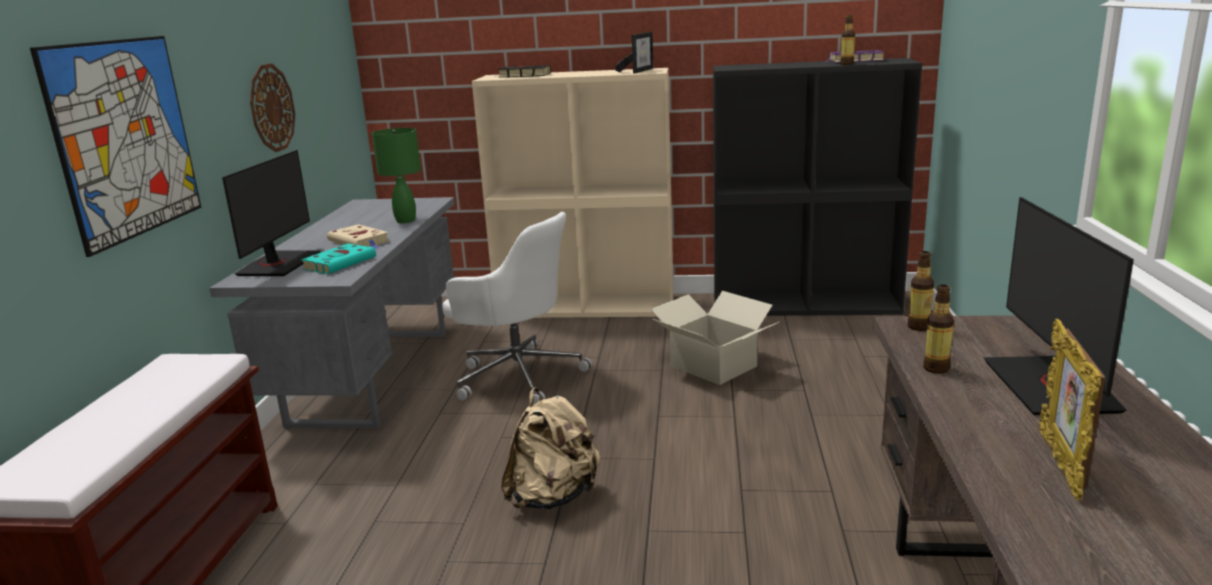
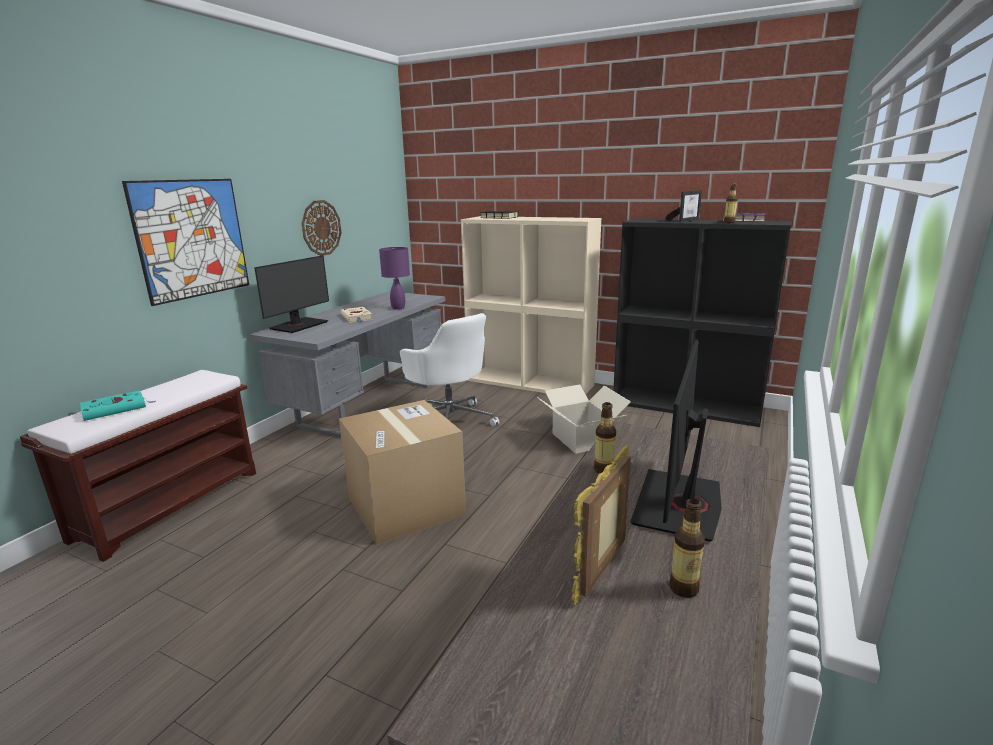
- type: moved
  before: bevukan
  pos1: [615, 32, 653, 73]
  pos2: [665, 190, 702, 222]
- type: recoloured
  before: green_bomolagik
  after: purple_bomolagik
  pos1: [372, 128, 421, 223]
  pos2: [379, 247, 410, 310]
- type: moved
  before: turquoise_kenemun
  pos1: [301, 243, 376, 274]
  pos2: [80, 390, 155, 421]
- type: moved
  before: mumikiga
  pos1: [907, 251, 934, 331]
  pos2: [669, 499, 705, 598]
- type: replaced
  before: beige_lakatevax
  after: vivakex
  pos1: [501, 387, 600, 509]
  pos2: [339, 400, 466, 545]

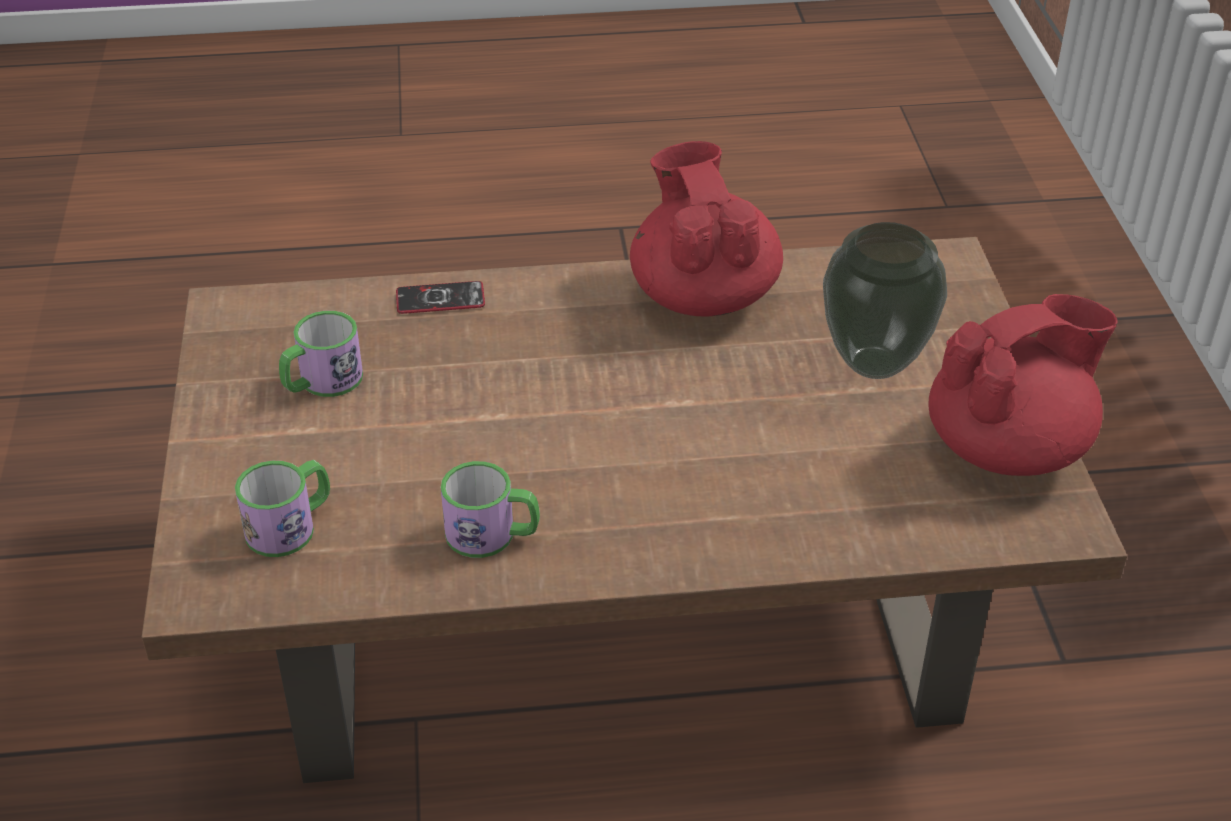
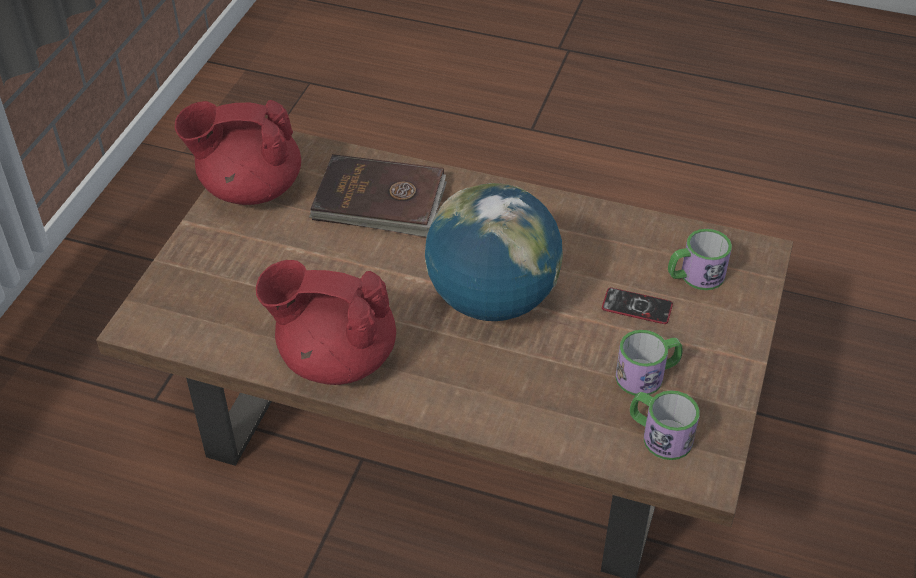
- type: turned
  before: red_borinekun
  pos1: [630, 141, 783, 316]
  pos2: [256, 260, 396, 385]
  turn: 90
- type: removed
  before: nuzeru
  pos1: [823, 222, 947, 379]
- type: moved
  before: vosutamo
  pos1: [396, 281, 485, 314]
  pos2: [602, 288, 673, 324]
- type: moved
  before: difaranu
  pos1: [441, 461, 540, 558]
  pos2: [630, 390, 700, 460]
- type: added
  after: brown_kenemun
  pos2: [309, 154, 447, 237]
- type: added
  after: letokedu
  pos2: [425, 183, 563, 321]

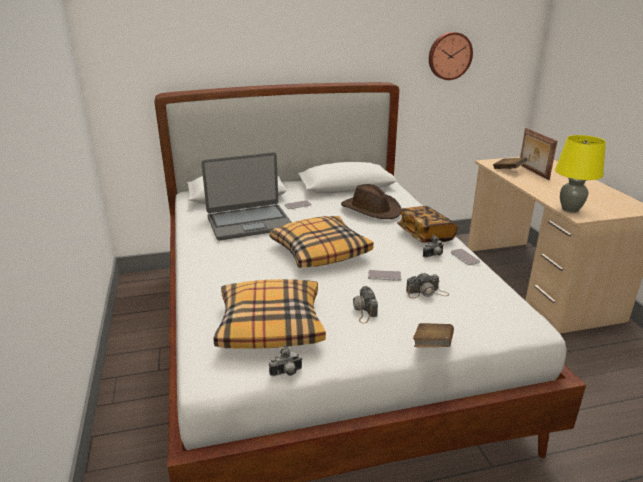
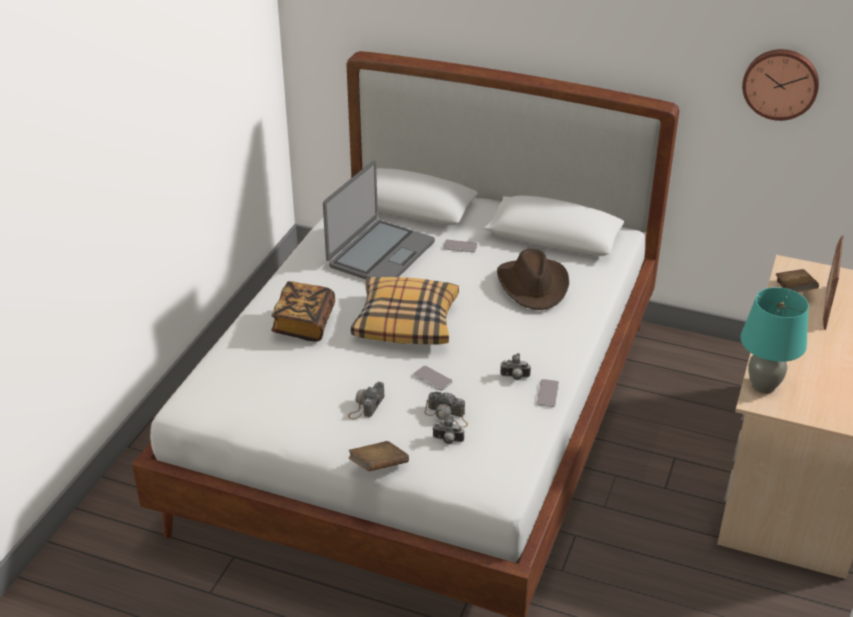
- type: recoloured
  before: yellow_bomolagik
  after: turquoise_bomolagik
  pos1: [555, 135, 606, 213]
  pos2: [741, 287, 809, 394]
- type: turned
  before: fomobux
  pos1: [201, 152, 292, 240]
  pos2: [323, 160, 435, 280]
  turn: -75
- type: moved
  before: kenemun
  pos1: [397, 206, 457, 243]
  pos2: [271, 281, 335, 342]
- type: removed
  before: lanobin
  pos1: [213, 279, 326, 349]
- type: moved
  before: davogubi
  pos1: [269, 345, 302, 376]
  pos2: [432, 416, 464, 444]

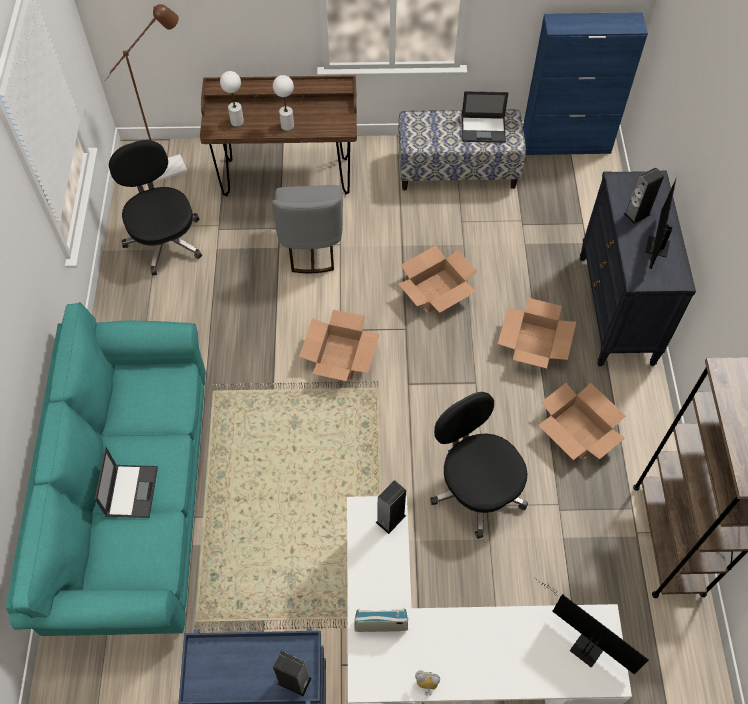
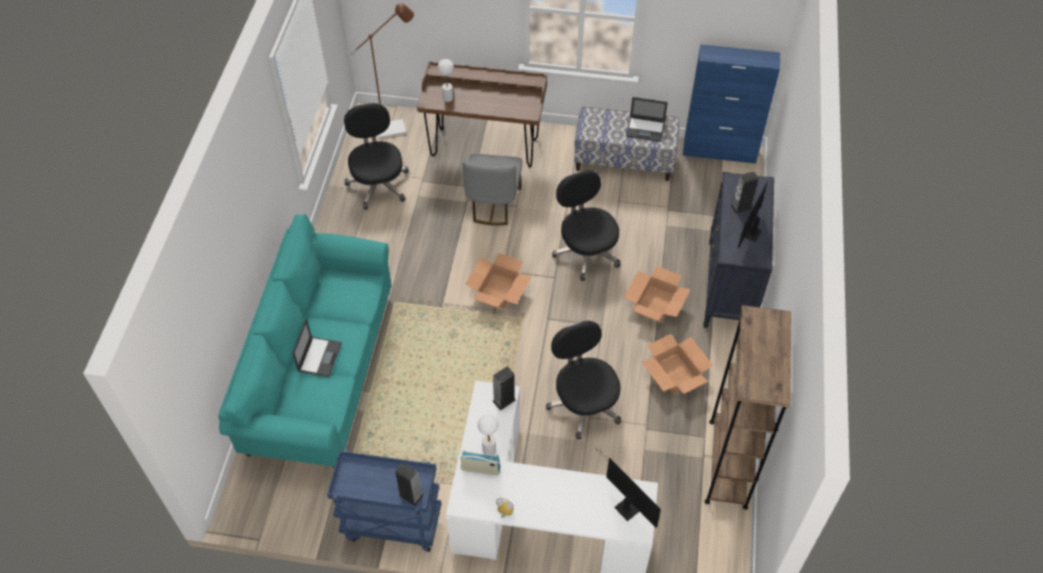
- type: moved
  before: white_bomolagik
  pos1: [273, 75, 294, 131]
  pos2: [478, 414, 498, 455]
- type: replaced
  before: vivakex
  after: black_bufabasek
  pos1: [398, 245, 478, 313]
  pos2: [552, 170, 621, 281]

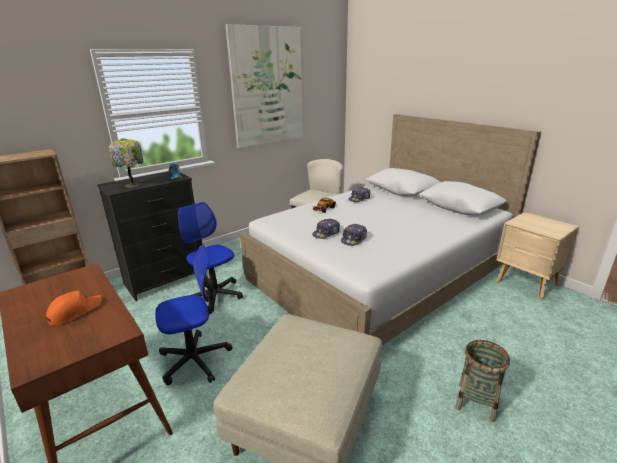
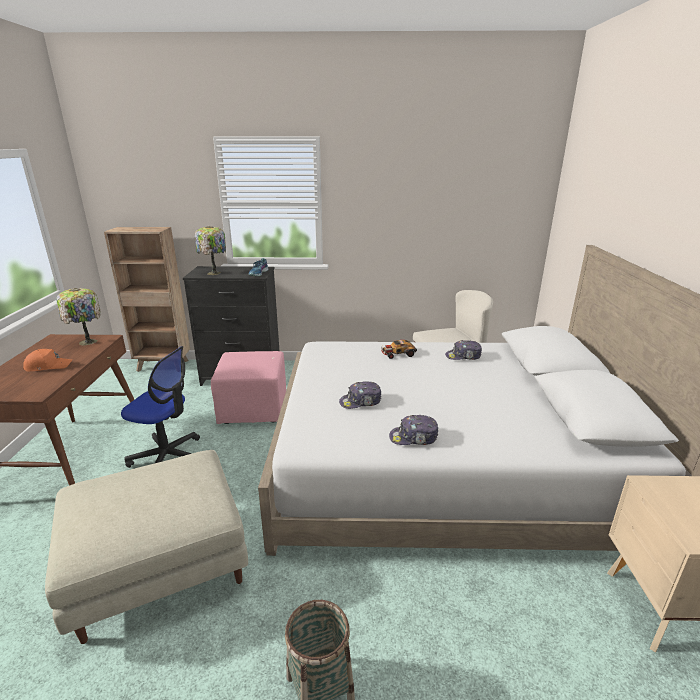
- type: removed
  before: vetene
  pos1: [225, 24, 303, 148]
- type: replaced
  before: bufabasek
  after: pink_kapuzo
  pos1: [178, 202, 243, 314]
  pos2: [211, 351, 286, 424]
- type: moved
  before: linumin
  pos1: [312, 218, 340, 239]
  pos2: [389, 415, 438, 445]
- type: added
  after: bomolagik
  pos2: [56, 288, 101, 346]

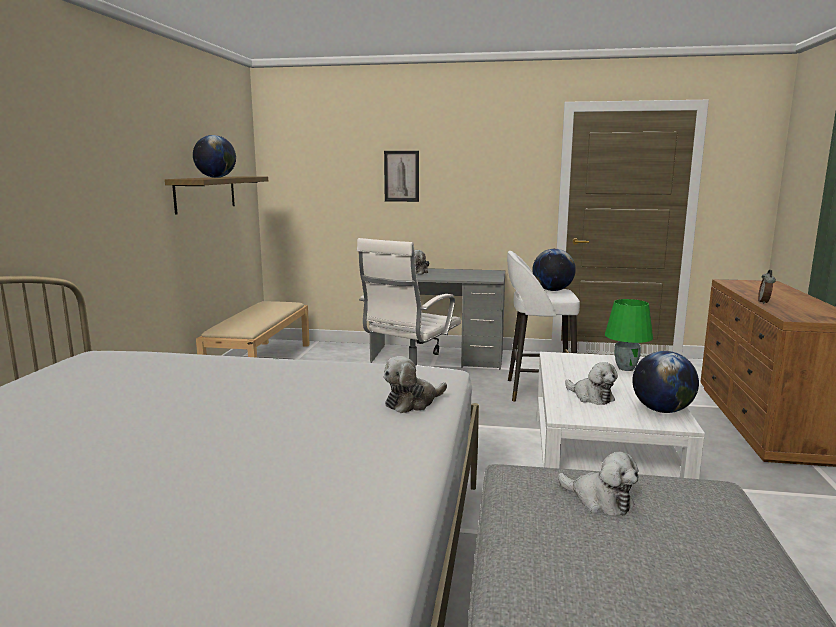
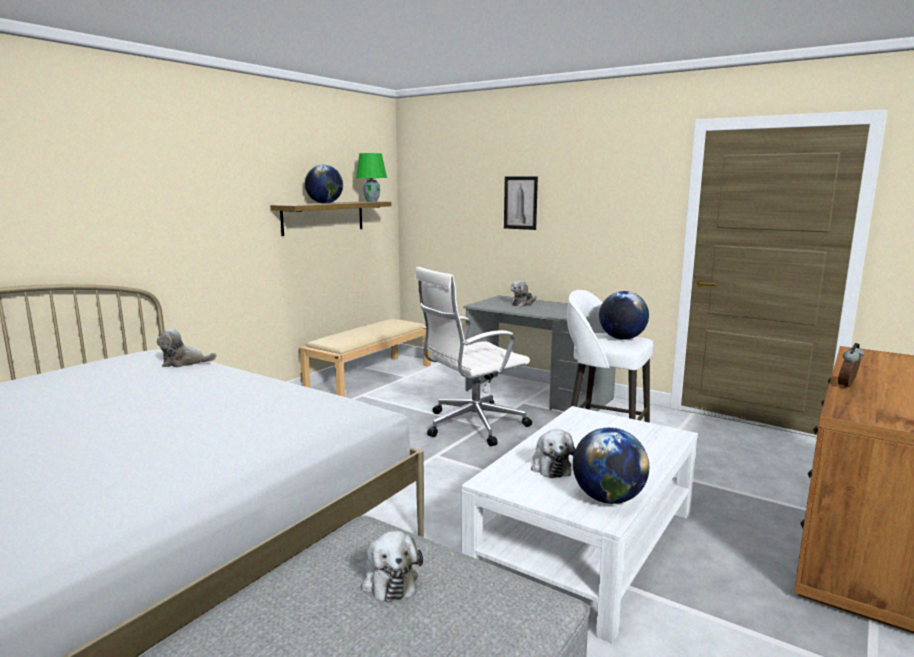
- type: moved
  before: green_bomolagik
  pos1: [605, 299, 653, 371]
  pos2: [355, 153, 387, 202]
- type: moved
  before: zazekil
  pos1: [384, 356, 447, 413]
  pos2: [157, 329, 216, 367]

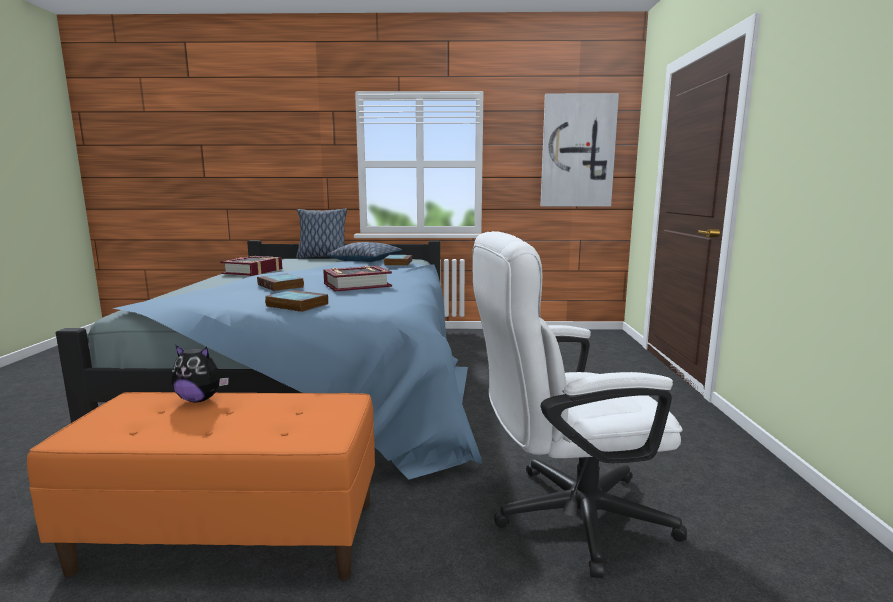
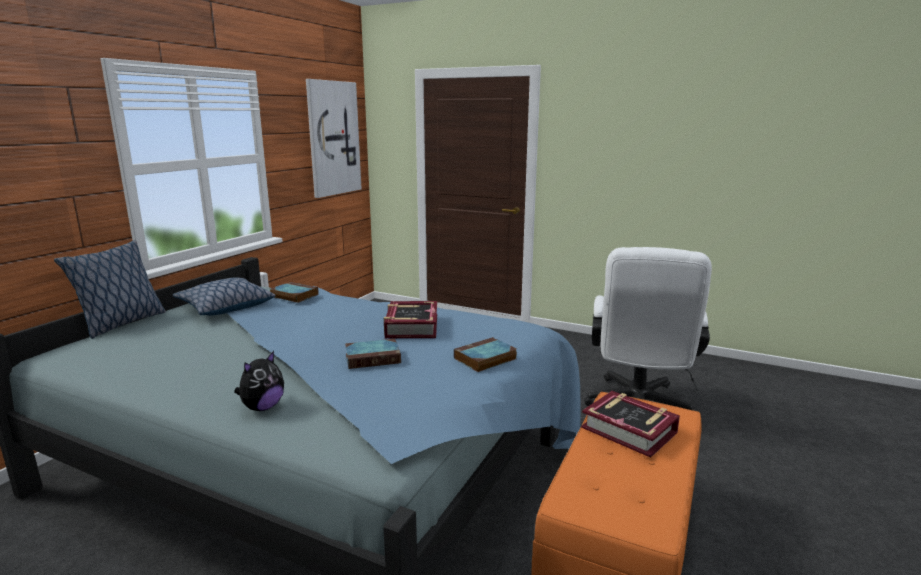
- type: moved
  before: kenemun
  pos1: [220, 256, 282, 276]
  pos2: [581, 391, 680, 458]
- type: moved
  before: zazekil
  pos1: [172, 345, 229, 402]
  pos2: [234, 351, 284, 411]

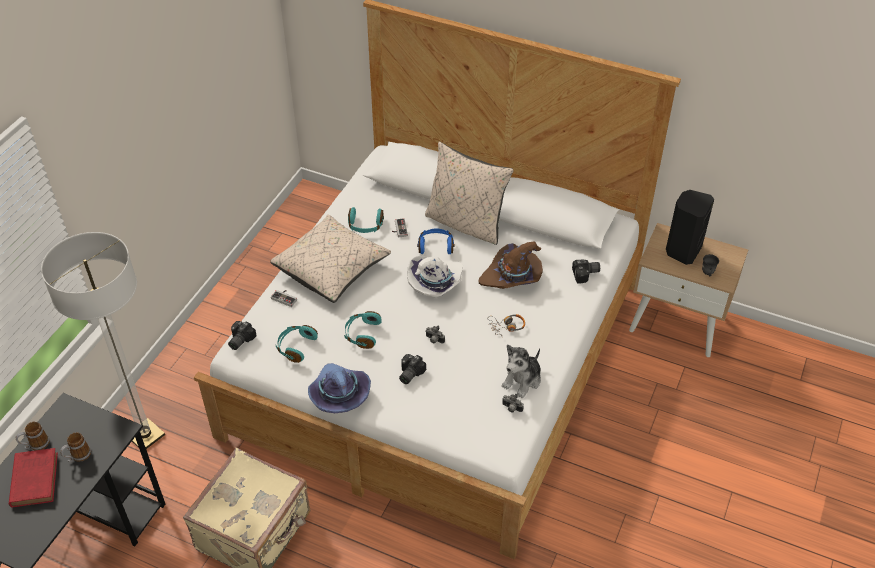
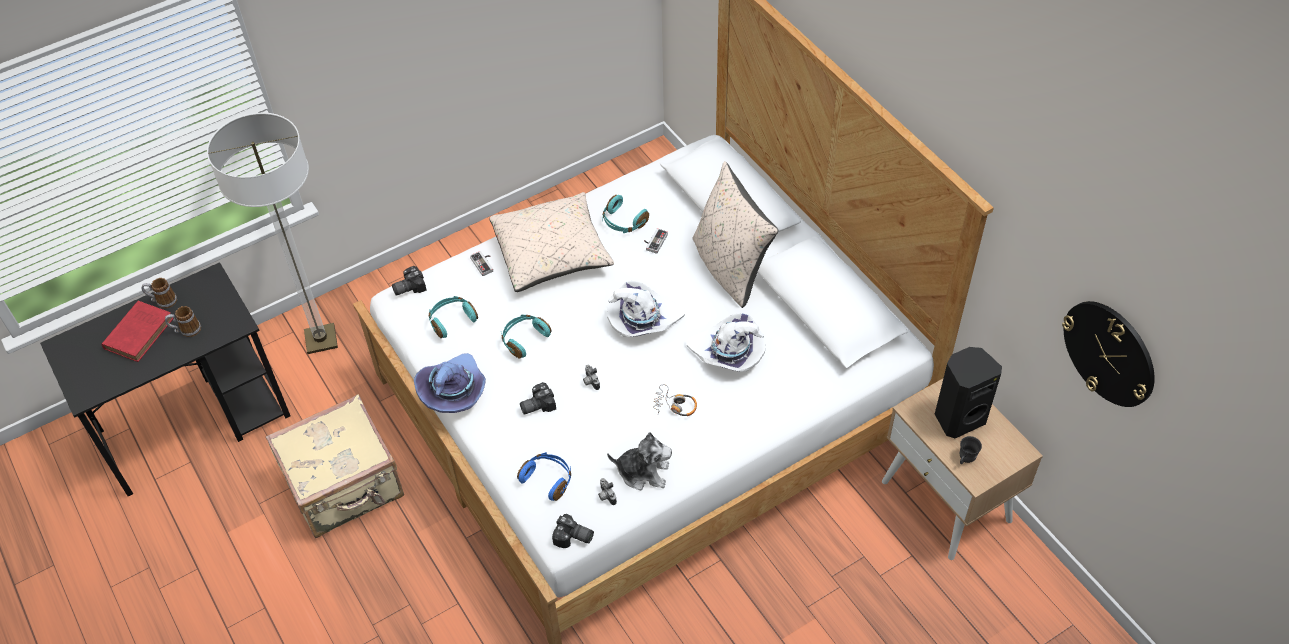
- type: moved
  before: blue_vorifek
  pos1: [417, 228, 454, 254]
  pos2: [517, 452, 571, 501]
- type: recoloured
  before: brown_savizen
  after: white_savizen
  pos1: [479, 242, 543, 289]
  pos2: [686, 313, 766, 372]
- type: moved
  before: davogubi
  pos1: [572, 259, 600, 284]
  pos2: [552, 514, 594, 548]
- type: turned
  before: zazekil
  pos1: [502, 345, 541, 398]
  pos2: [607, 432, 672, 490]
  turn: -150
- type: added
  after: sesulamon
  pos2: [1062, 301, 1155, 407]

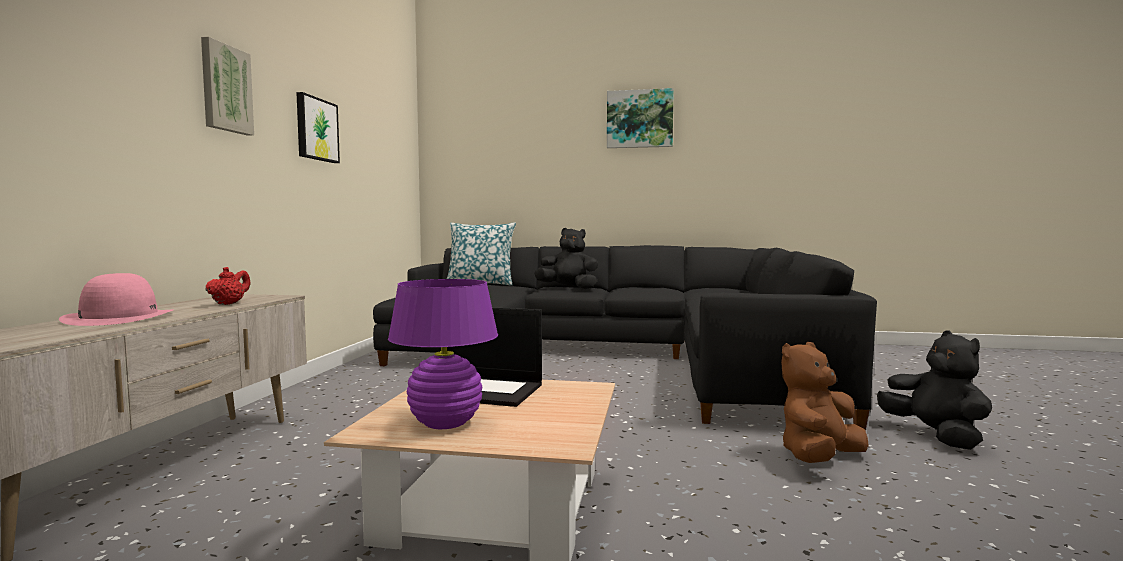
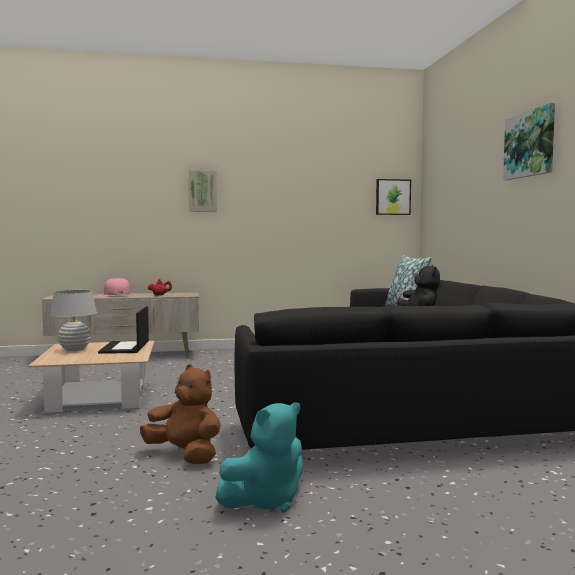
- type: moved
  before: vetene
  pos1: [296, 92, 340, 163]
  pos2: [376, 179, 411, 215]
- type: recoloured
  before: purple_bomolagik
  after: white_bomolagik
  pos1: [388, 279, 498, 429]
  pos2: [50, 290, 97, 351]
- type: recoloured
  before: black_zazekil
  after: turquoise_zazekil
  pos1: [877, 331, 992, 450]
  pos2: [216, 402, 304, 513]

